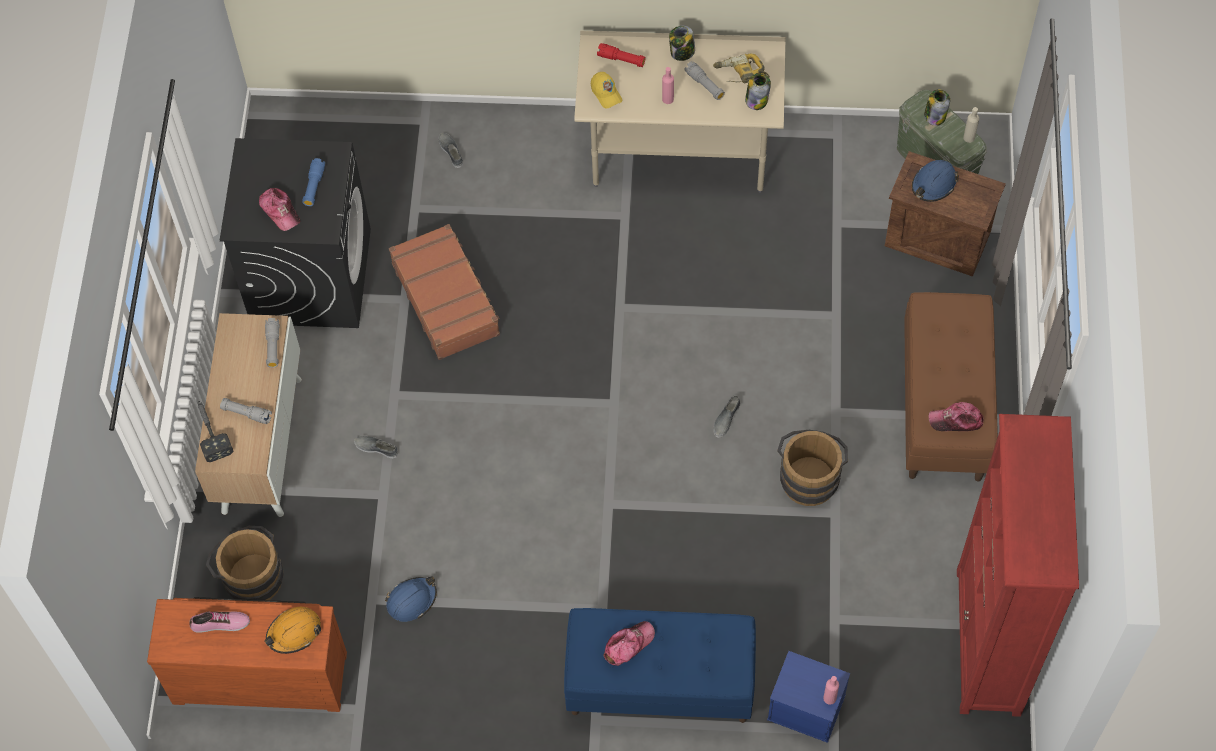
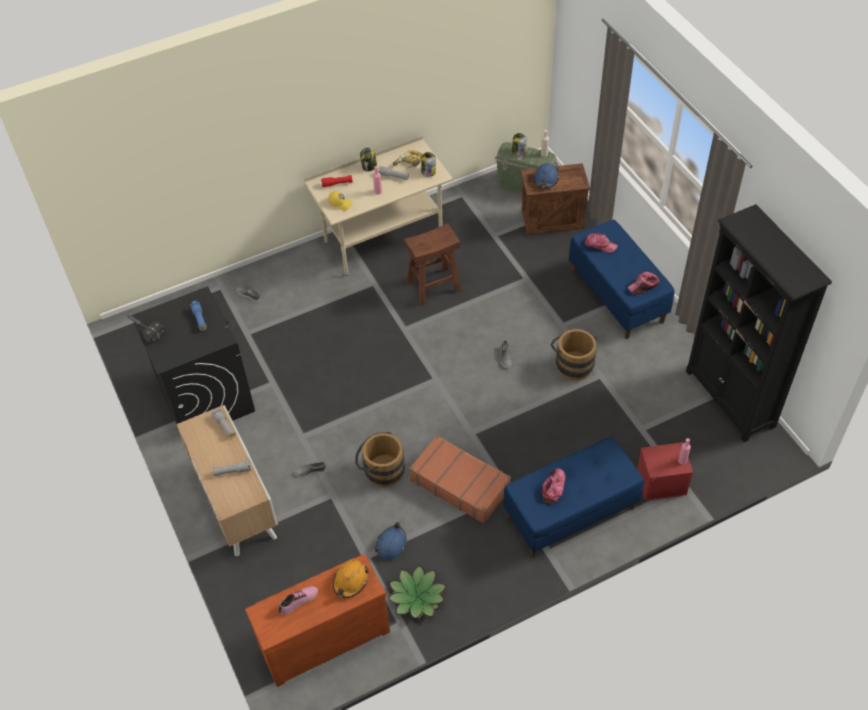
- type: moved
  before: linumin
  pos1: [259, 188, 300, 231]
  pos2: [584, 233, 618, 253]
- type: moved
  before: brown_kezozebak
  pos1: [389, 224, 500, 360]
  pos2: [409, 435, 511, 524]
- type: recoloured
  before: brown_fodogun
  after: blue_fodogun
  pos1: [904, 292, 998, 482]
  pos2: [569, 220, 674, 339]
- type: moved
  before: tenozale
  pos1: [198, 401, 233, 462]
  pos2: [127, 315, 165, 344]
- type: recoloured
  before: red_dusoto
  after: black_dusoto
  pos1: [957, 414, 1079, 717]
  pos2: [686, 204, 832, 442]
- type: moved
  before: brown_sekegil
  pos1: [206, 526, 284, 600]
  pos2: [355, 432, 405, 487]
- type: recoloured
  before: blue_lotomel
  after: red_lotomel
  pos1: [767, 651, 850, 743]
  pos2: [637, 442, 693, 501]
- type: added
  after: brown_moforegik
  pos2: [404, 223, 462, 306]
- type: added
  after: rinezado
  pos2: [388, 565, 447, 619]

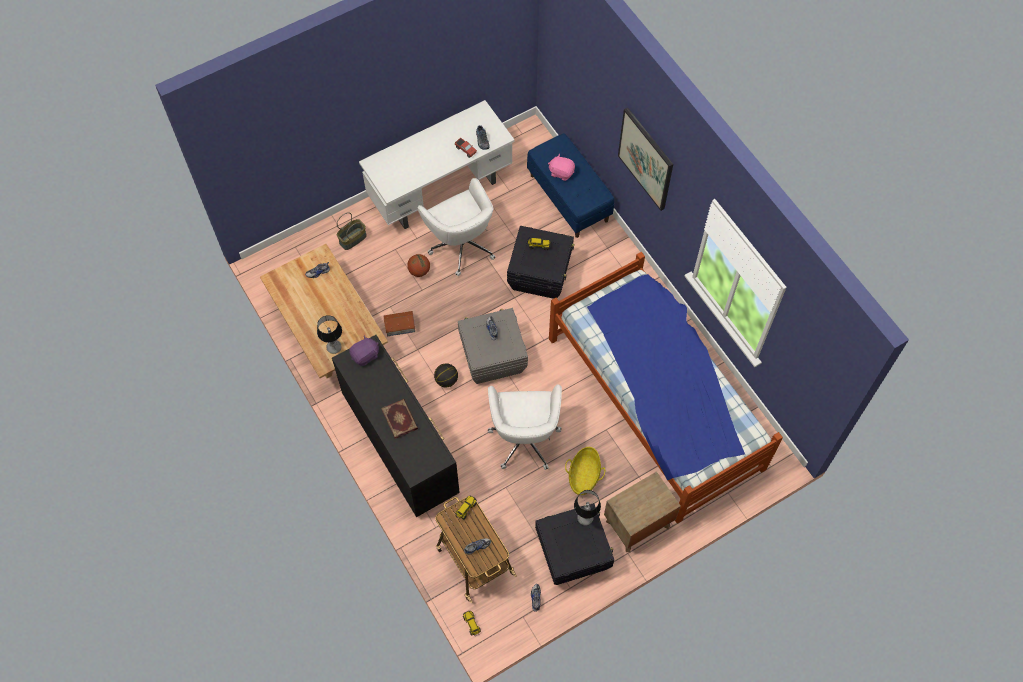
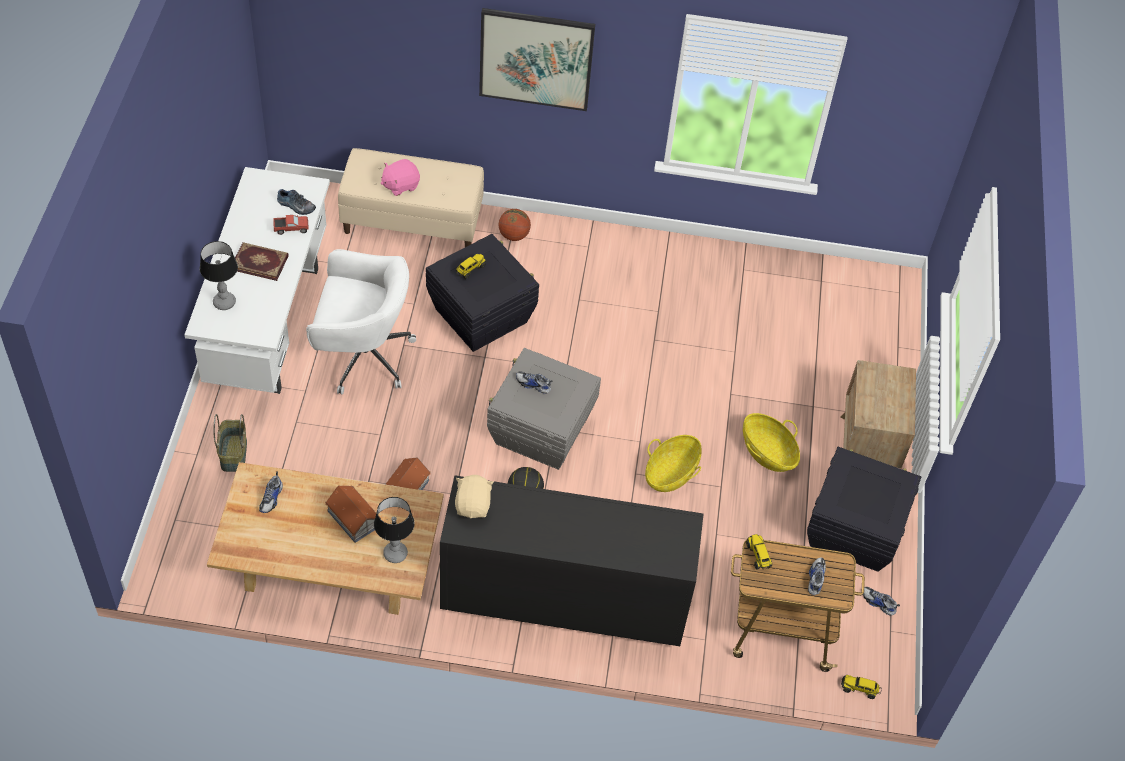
- type: recoloured
  before: blue_fodogun
  after: beige_fodogun
  pos1: [527, 133, 614, 238]
  pos2: [338, 148, 484, 247]
- type: removed
  before: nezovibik
  pos1: [549, 252, 783, 524]
- type: moved
  before: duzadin
  pos1: [407, 254, 430, 277]
  pos2: [498, 209, 531, 241]
- type: recoloured
  before: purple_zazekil
  after: beige_zazekil
  pos1: [349, 335, 379, 366]
  pos2: [455, 475, 494, 518]
- type: replaced
  before: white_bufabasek
  after: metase
  pos1: [488, 384, 562, 470]
  pos2: [645, 435, 702, 492]
- type: moved
  before: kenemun
  pos1: [381, 399, 418, 439]
  pos2: [235, 242, 289, 281]
- type: moved
  before: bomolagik
  pos1: [574, 490, 601, 526]
  pos2: [200, 241, 238, 310]
- type: added
  after: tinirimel
  pos2: [325, 486, 381, 543]

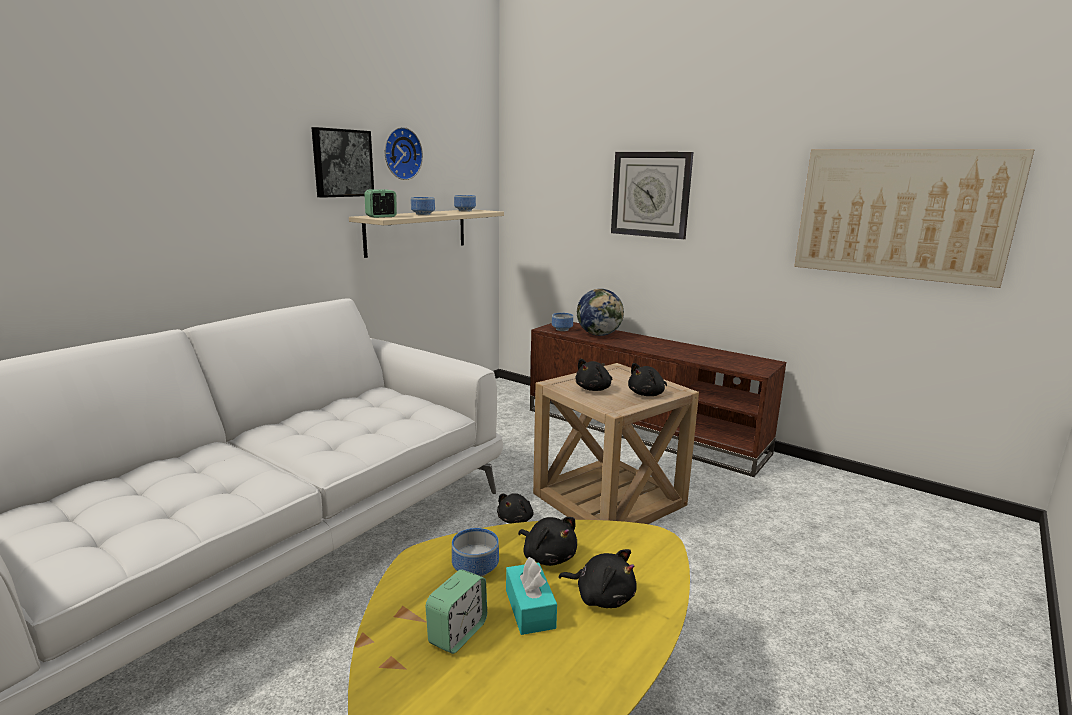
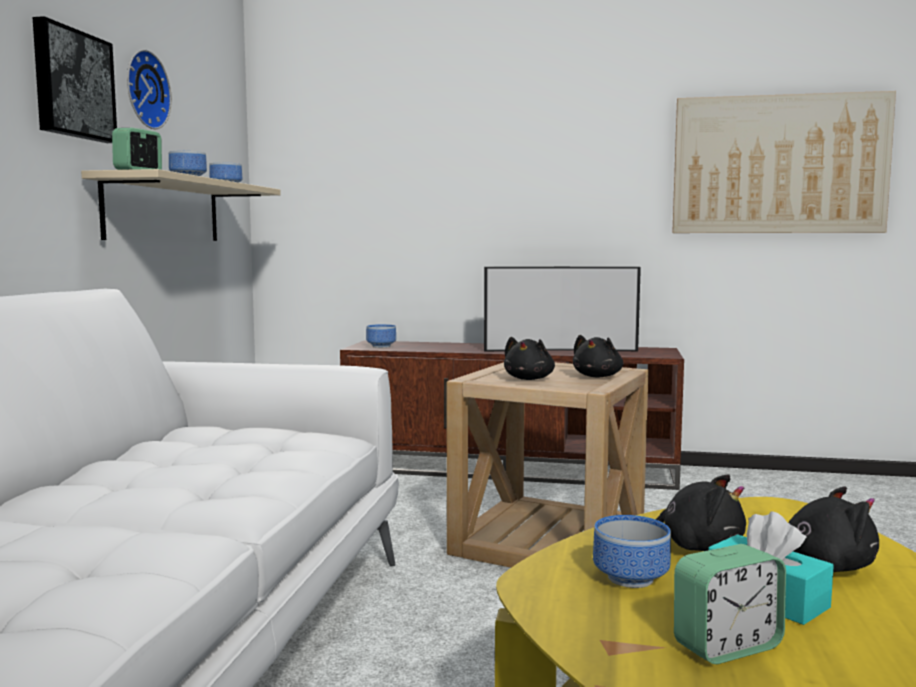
- type: removed
  before: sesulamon
  pos1: [611, 152, 693, 240]
- type: removed
  before: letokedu
  pos1: [577, 289, 624, 336]
- type: removed
  before: black_zazekil
  pos1: [497, 493, 534, 524]
- type: turned
  before: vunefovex
  pos1: [426, 569, 487, 654]
  pos2: [674, 544, 786, 664]
  turn: 60
- type: added
  after: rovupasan
  pos2: [484, 267, 641, 352]

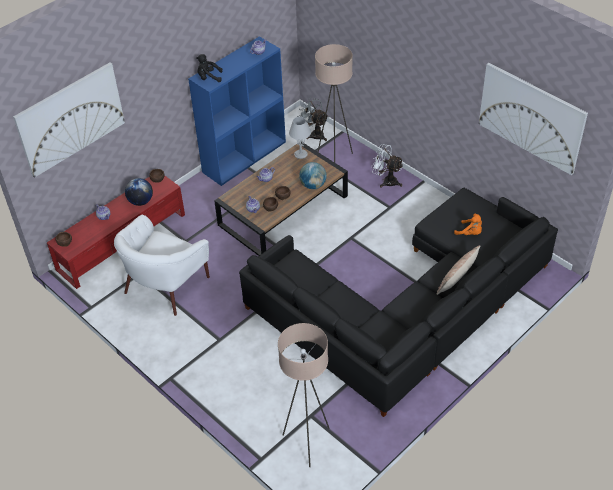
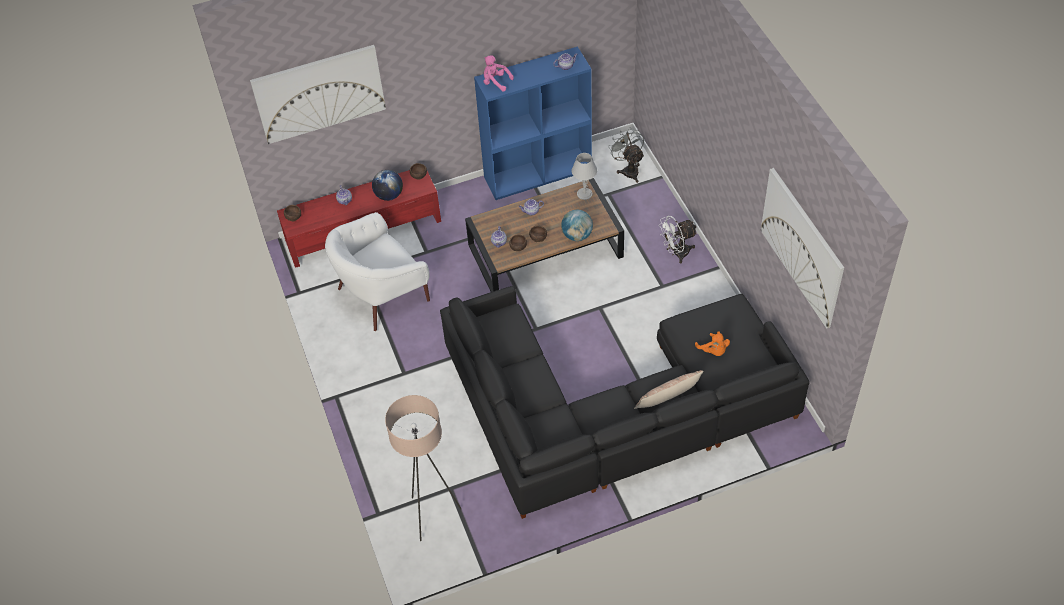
- type: removed
  before: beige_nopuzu
  pos1: [315, 44, 353, 163]
- type: recoloured
  before: black_zazekil
  after: pink_zazekil
  pos1: [196, 54, 223, 82]
  pos2: [484, 55, 514, 91]
- type: turned
  before: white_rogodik
  pos1: [371, 144, 404, 188]
  pos2: [659, 216, 697, 263]
  turn: -75

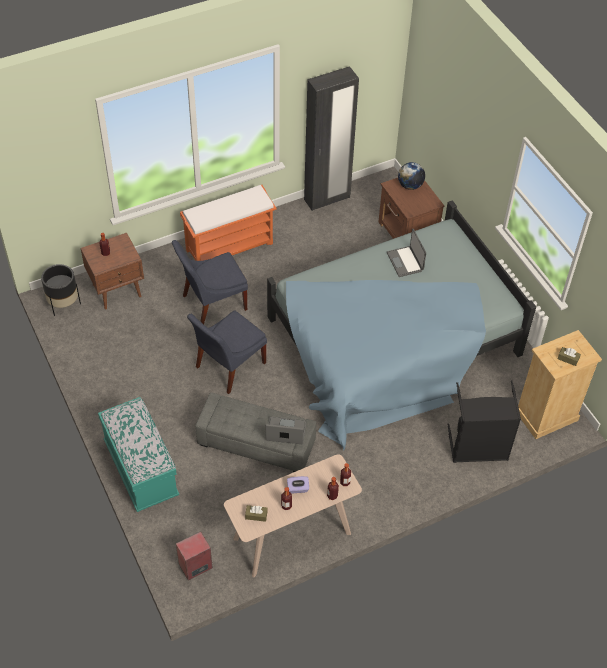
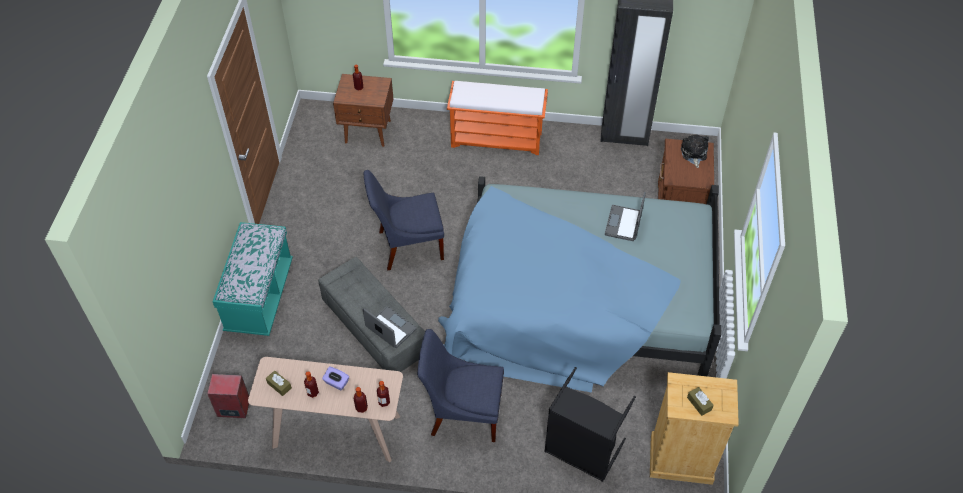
- type: replaced
  before: letokedu
  after: zazekil
  pos1: [398, 162, 425, 190]
  pos2: [681, 134, 709, 168]
- type: moved
  before: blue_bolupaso
  pos1: [172, 240, 248, 324]
  pos2: [417, 329, 504, 442]
- type: removed
  before: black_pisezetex
  pos1: [41, 264, 81, 316]

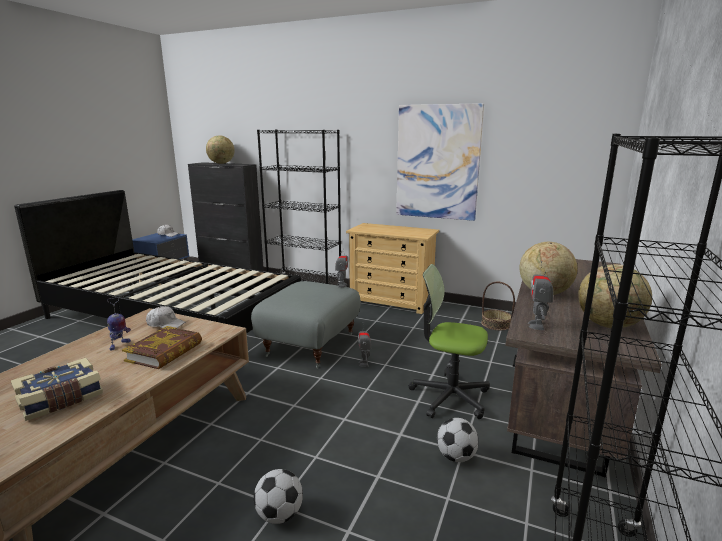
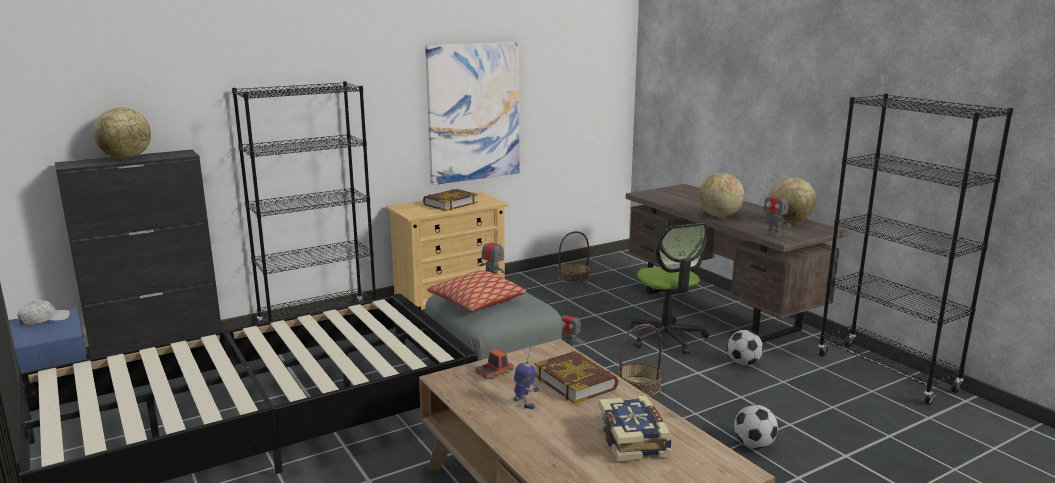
- type: turned
  before: bufabasek
  pos1: [408, 264, 490, 419]
  pos2: [630, 223, 709, 354]
  turn: -75
- type: replaced
  before: white_linumin
  after: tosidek
  pos1: [146, 306, 186, 328]
  pos2: [475, 349, 514, 379]
- type: added
  after: kenemun
  pos2: [423, 189, 478, 211]
- type: added
  after: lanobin
  pos2: [427, 270, 526, 312]
- type: added
  after: metase
  pos2: [618, 324, 662, 396]

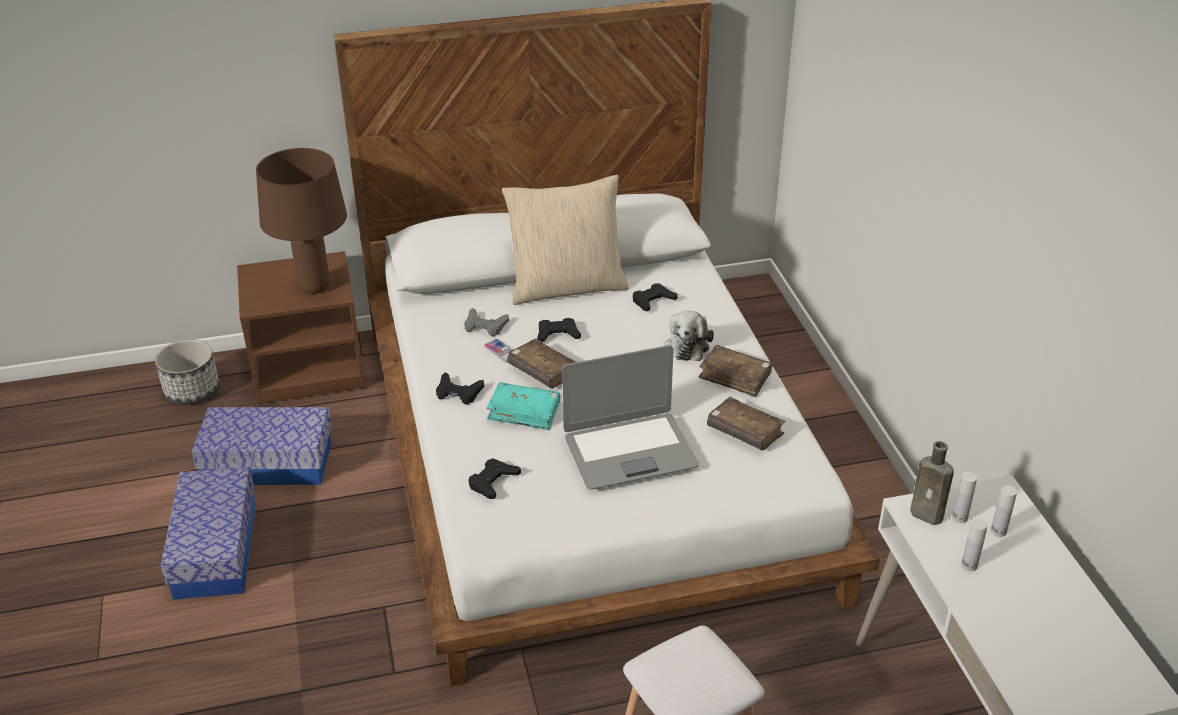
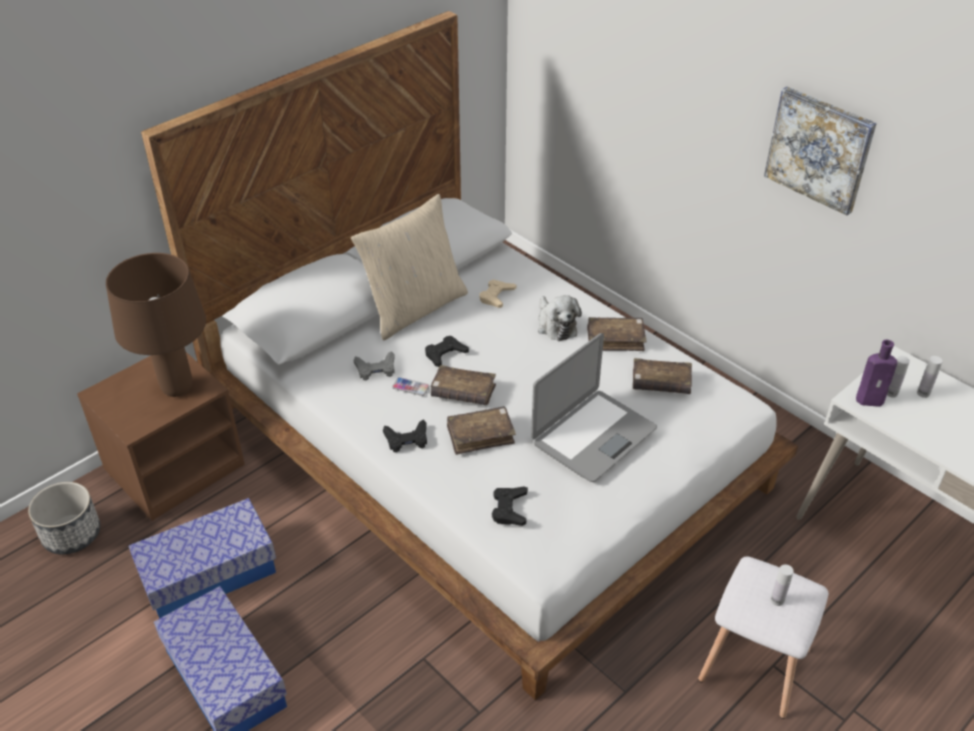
- type: recoloured
  before: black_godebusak
  after: beige_godebusak
  pos1: [633, 283, 678, 311]
  pos2: [480, 279, 516, 308]
- type: recoloured
  before: turquoise_kenemun
  after: brown_kenemun
  pos1: [487, 382, 560, 430]
  pos2: [447, 406, 516, 455]
- type: recoloured
  before: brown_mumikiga
  after: purple_mumikiga
  pos1: [910, 441, 954, 525]
  pos2: [856, 340, 897, 407]
- type: moved
  before: white_mumikiga
  pos1: [961, 519, 988, 571]
  pos2: [770, 564, 794, 606]
- type: added
  after: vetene
  pos2: [764, 87, 877, 215]

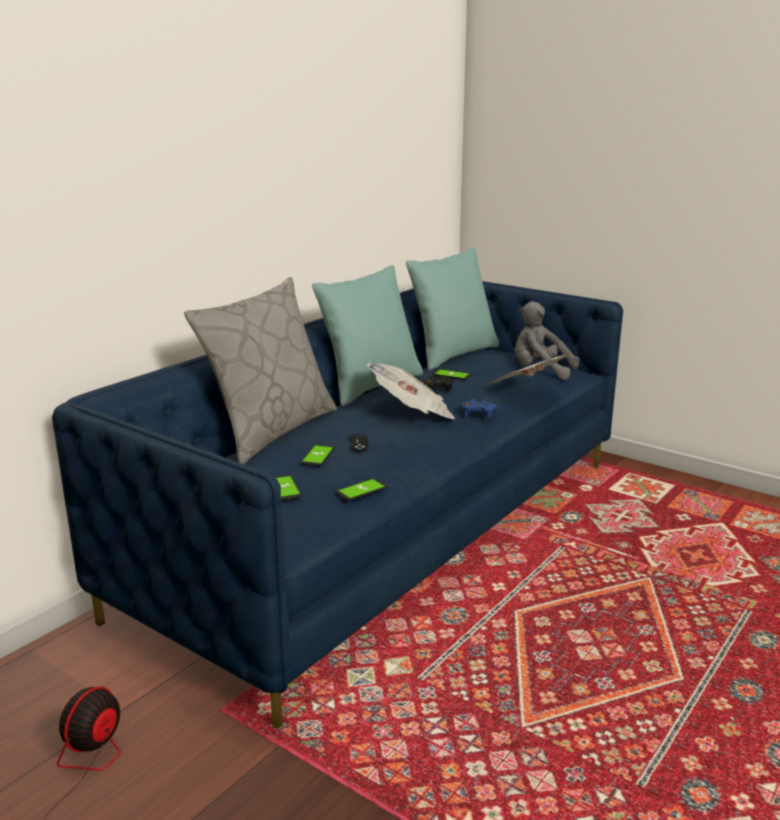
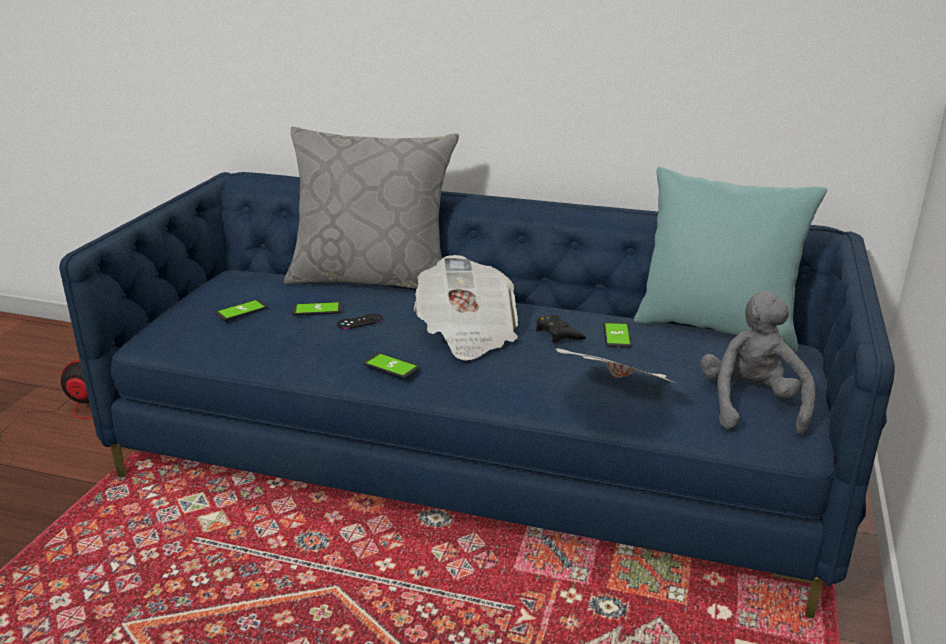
- type: removed
  before: turquoise_lanobin
  pos1: [312, 265, 423, 406]
- type: removed
  before: blue_godebusak
  pos1: [460, 399, 498, 418]
- type: moved
  before: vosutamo
  pos1: [335, 478, 388, 501]
  pos2: [363, 353, 420, 378]

